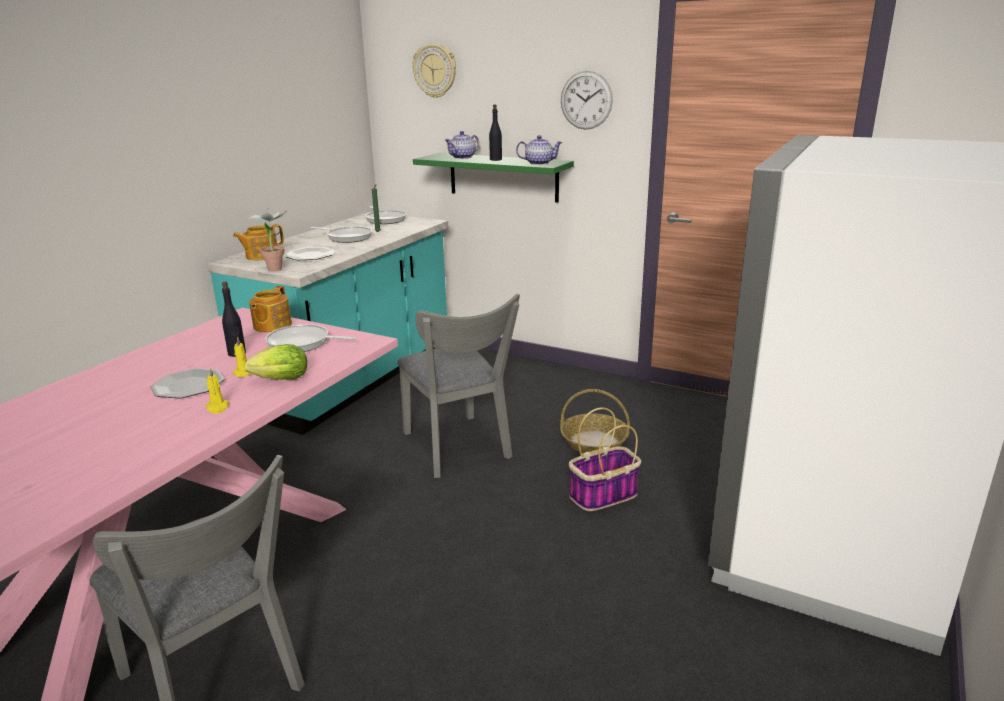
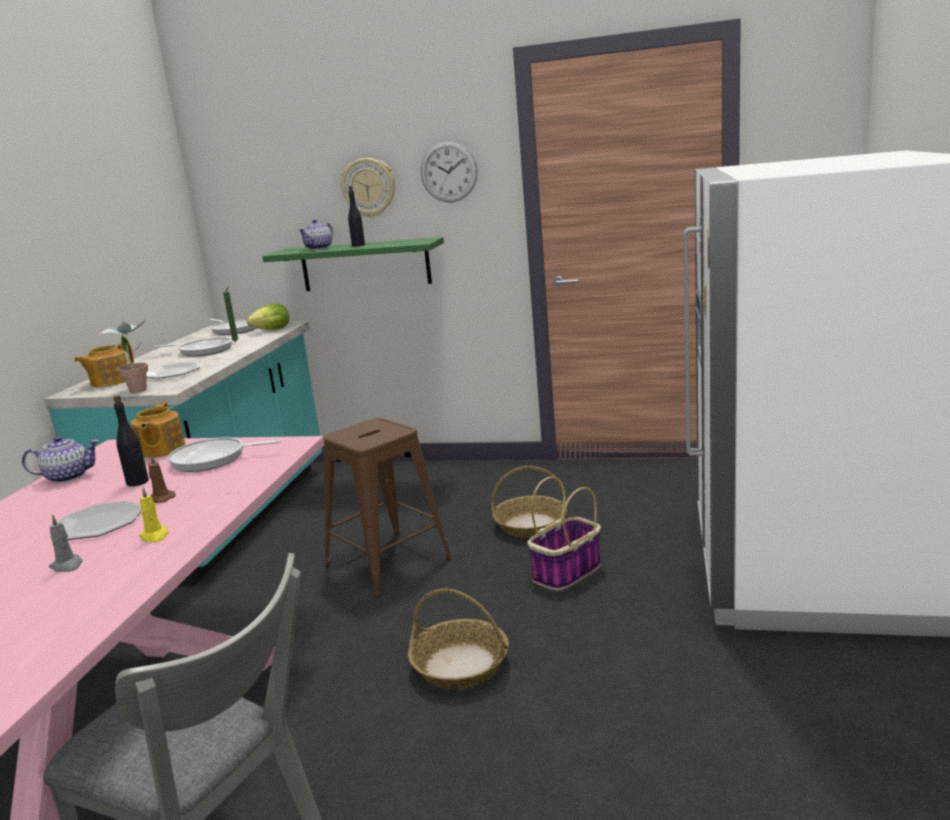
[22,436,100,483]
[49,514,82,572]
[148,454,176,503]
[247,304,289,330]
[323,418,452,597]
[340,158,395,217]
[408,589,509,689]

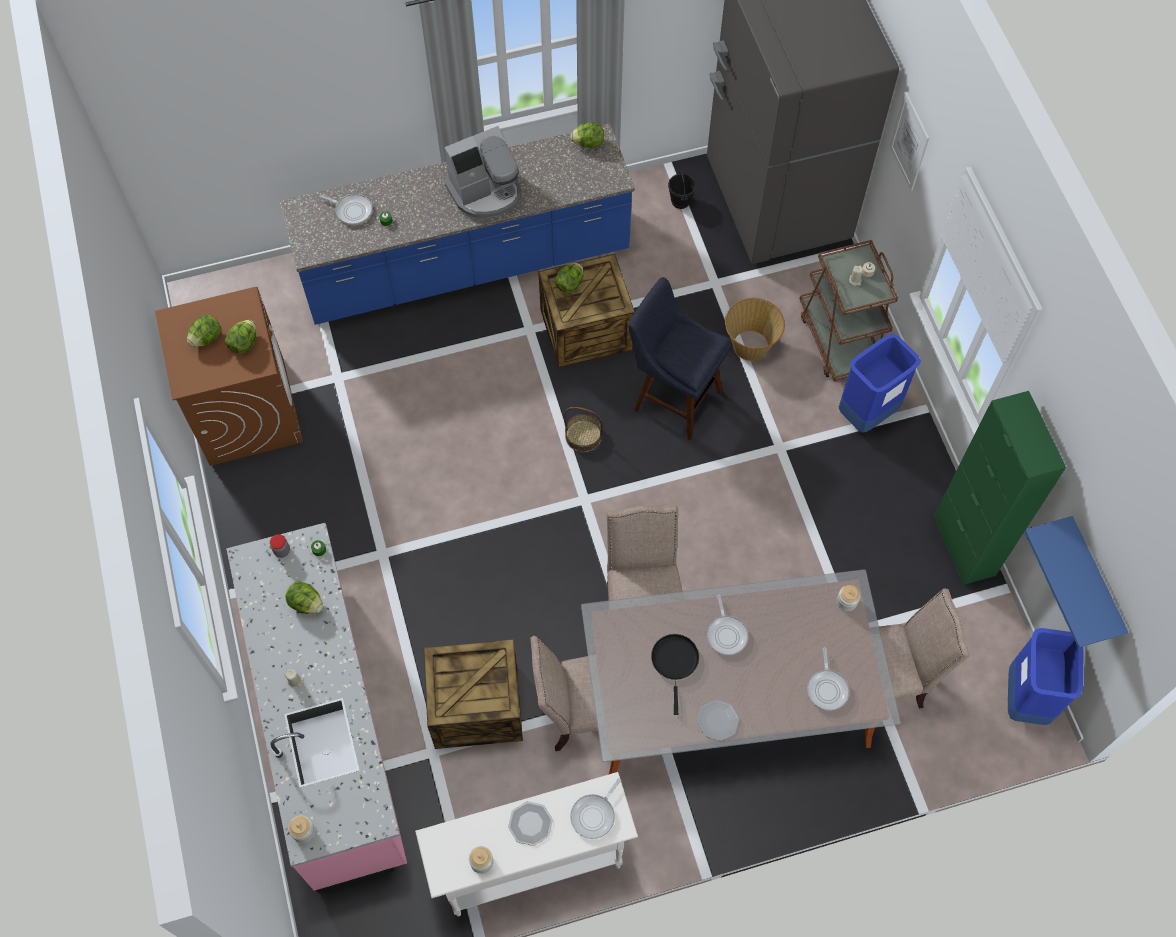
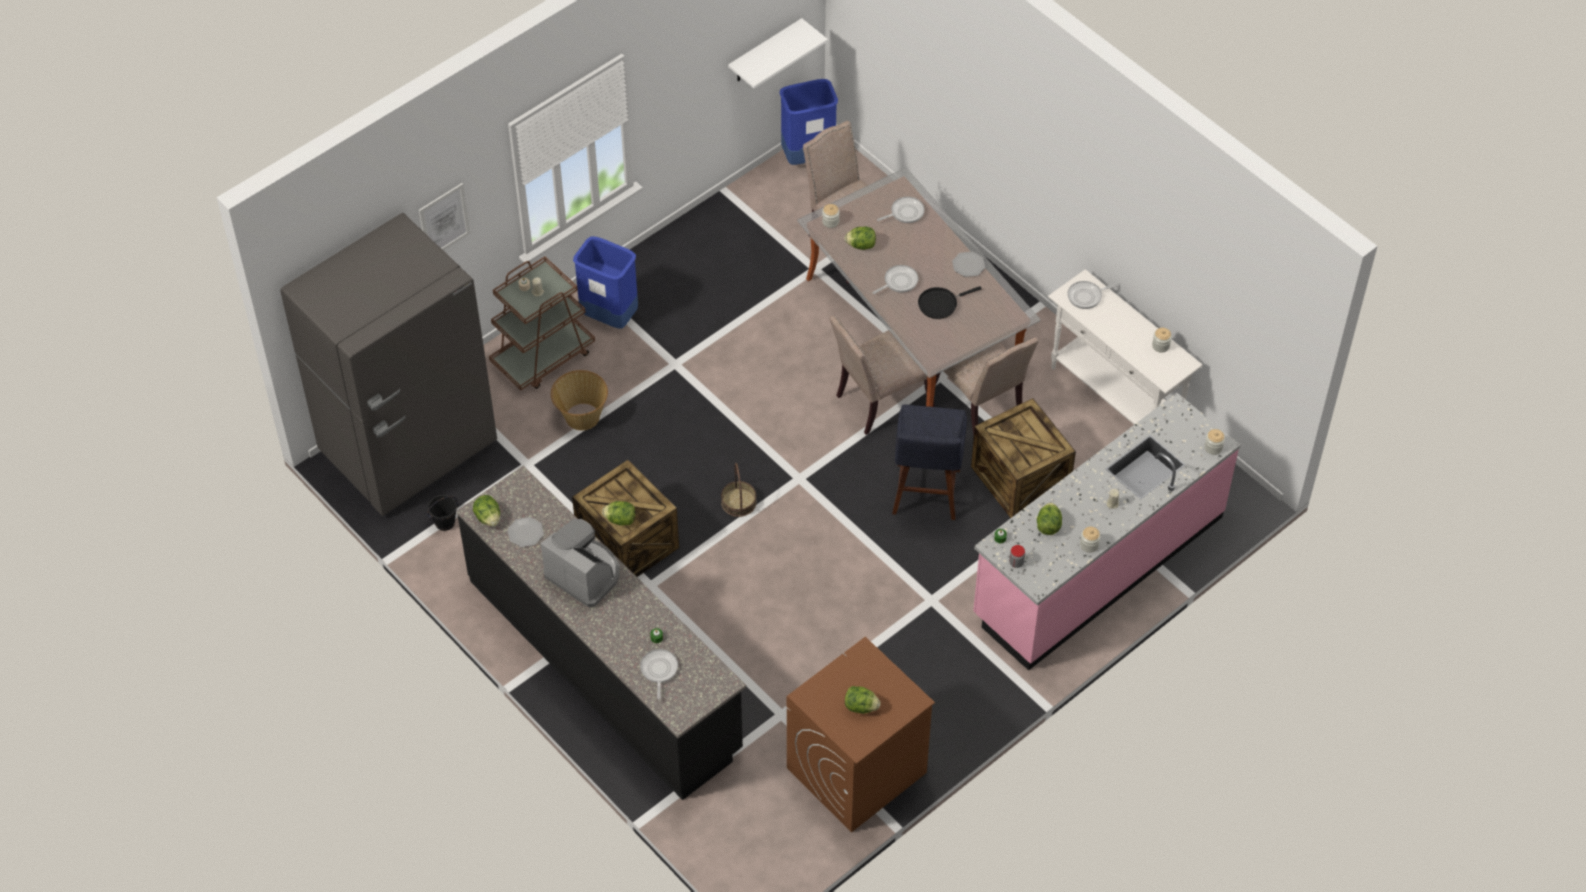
[456,465,746,800]
[508,517,544,547]
[728,18,828,88]
[844,226,876,250]
[892,405,967,520]
[1067,281,1118,309]
[1080,527,1101,553]
[933,391,1066,585] (first image)

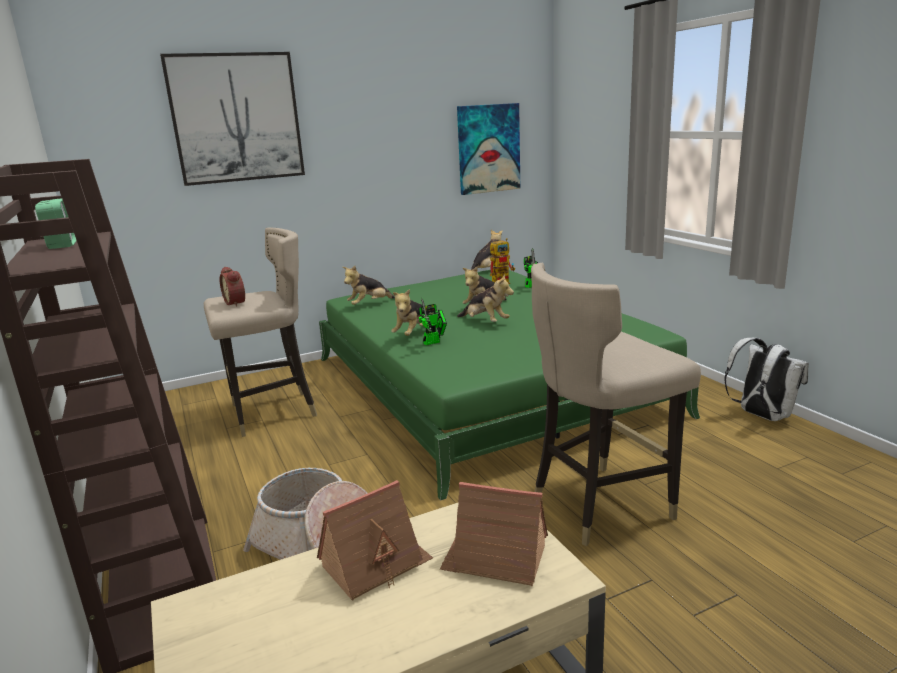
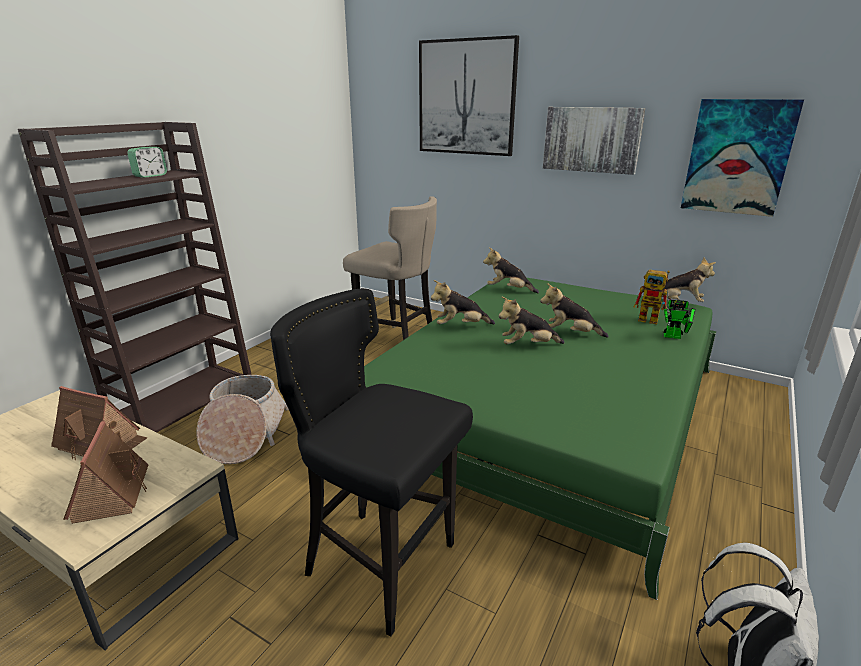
[270,288,473,637]
[499,297,565,344]
[543,107,645,175]
[219,267,245,307] (first image)
[419,297,447,345] (first image)

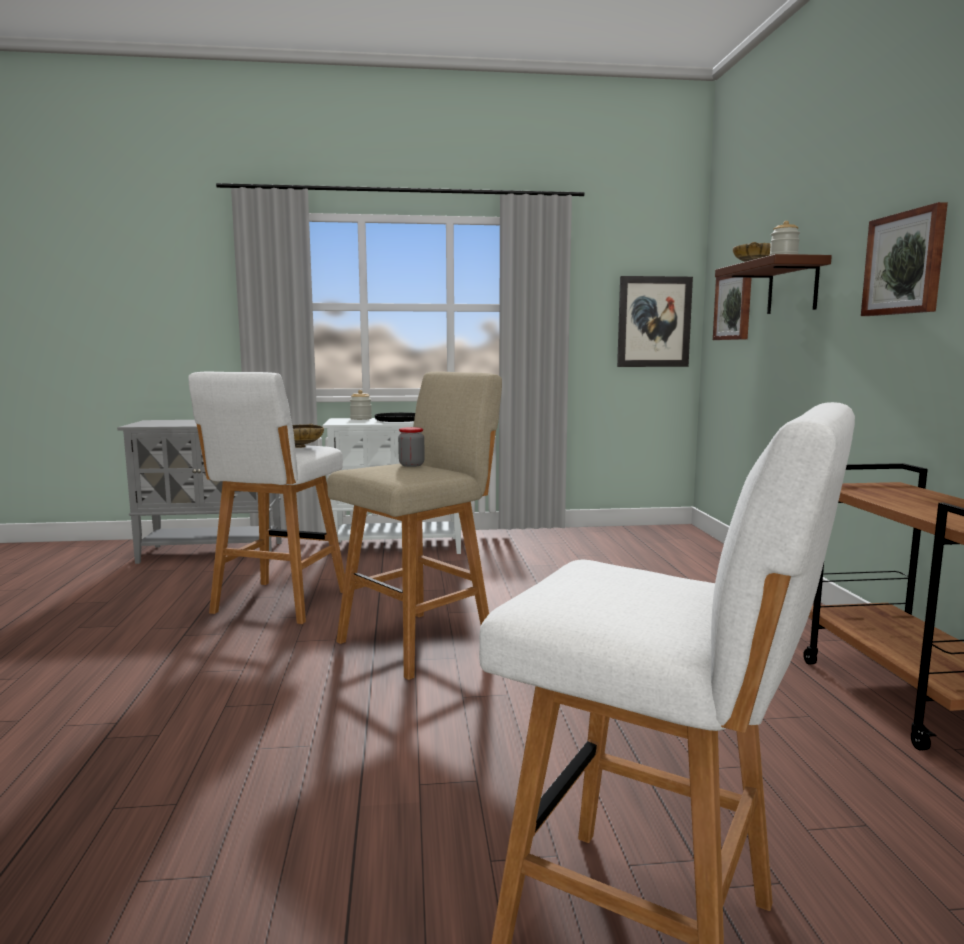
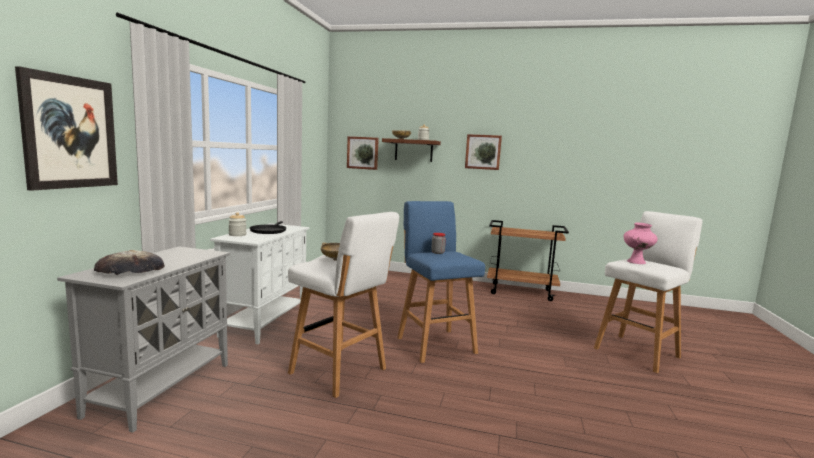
[15,66,118,191]
[94,250,164,275]
[397,201,485,363]
[624,223,658,264]

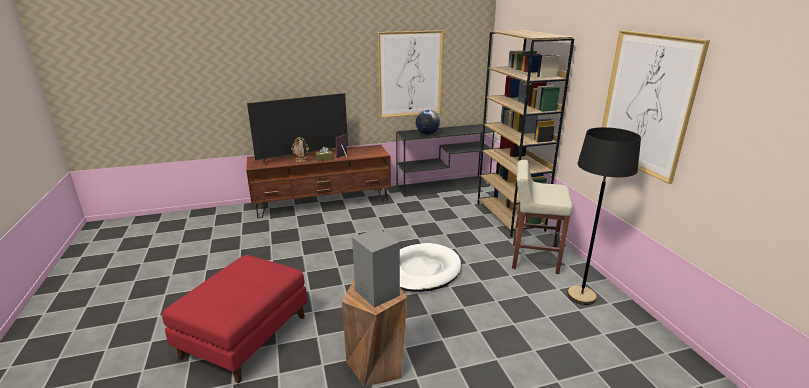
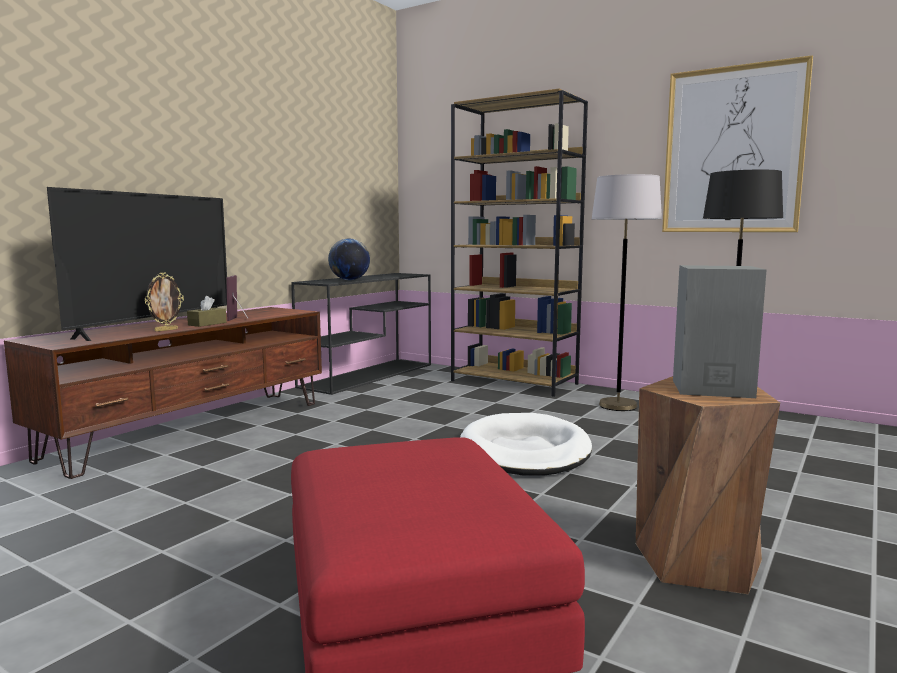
[592,174,662,411]
[378,30,443,118] (first image)

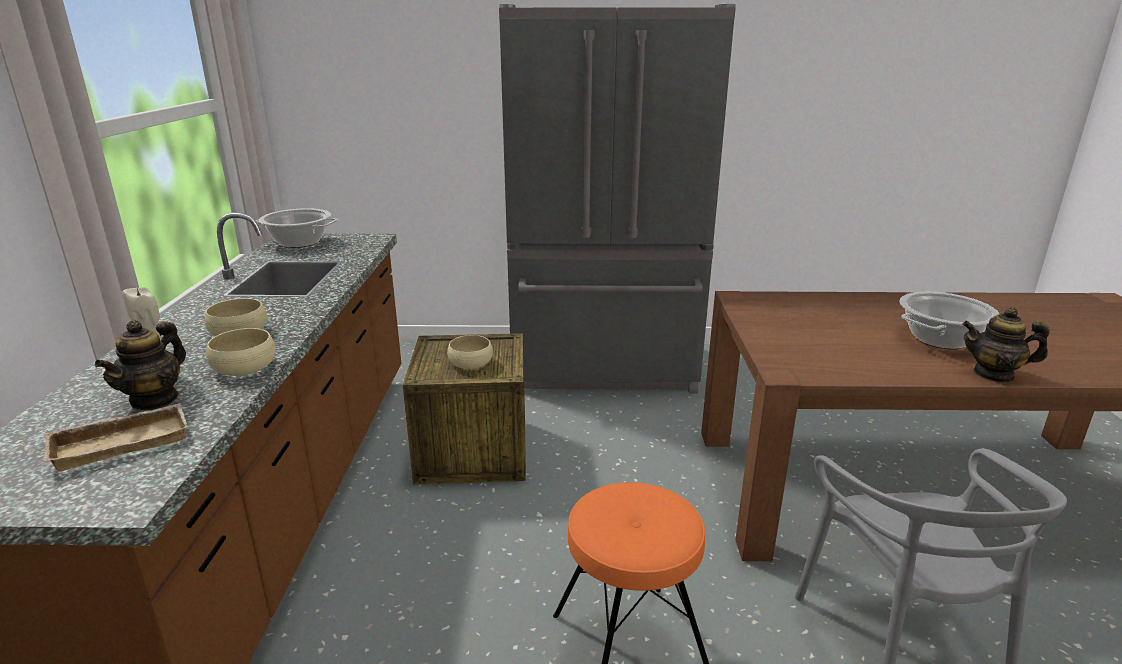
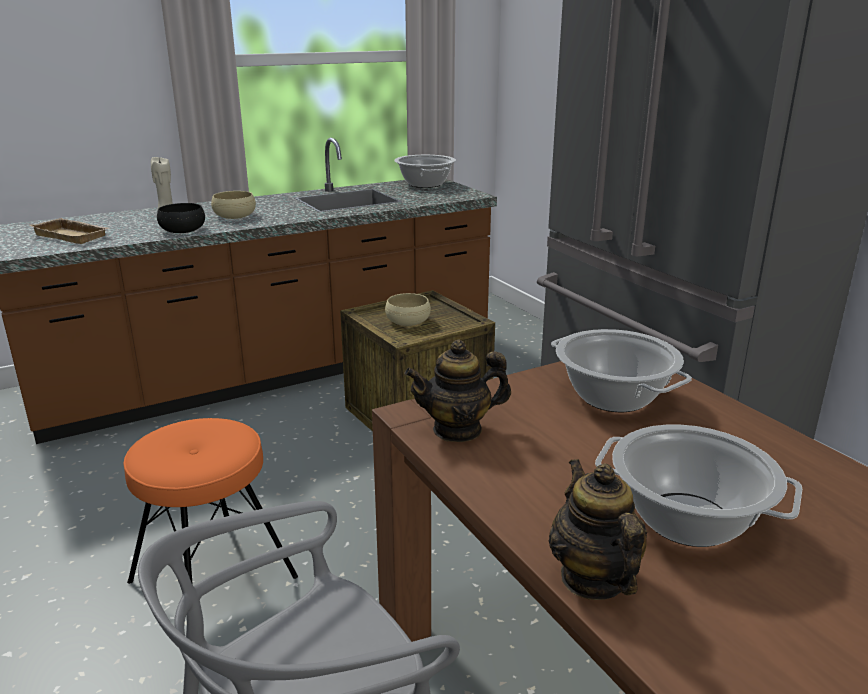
[157,203,205,233]
[404,340,511,442]
[551,329,692,412]

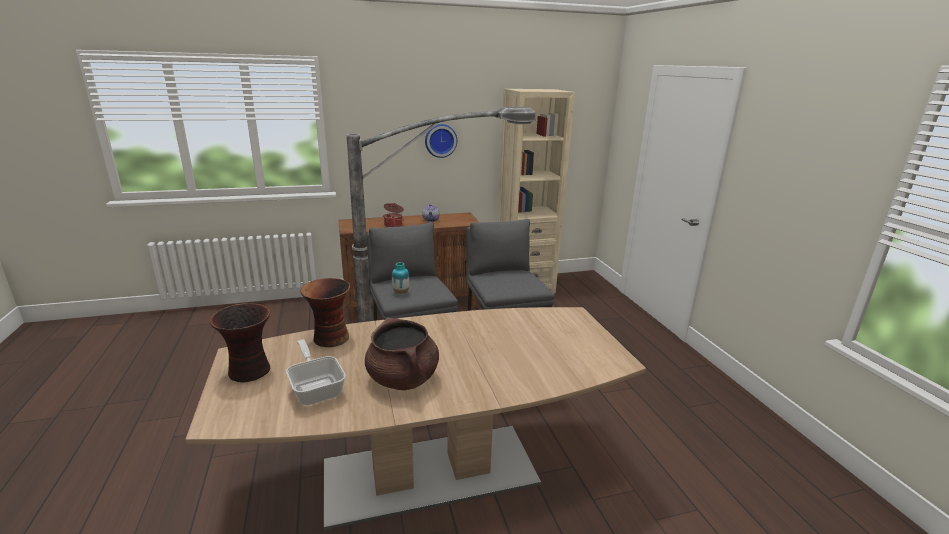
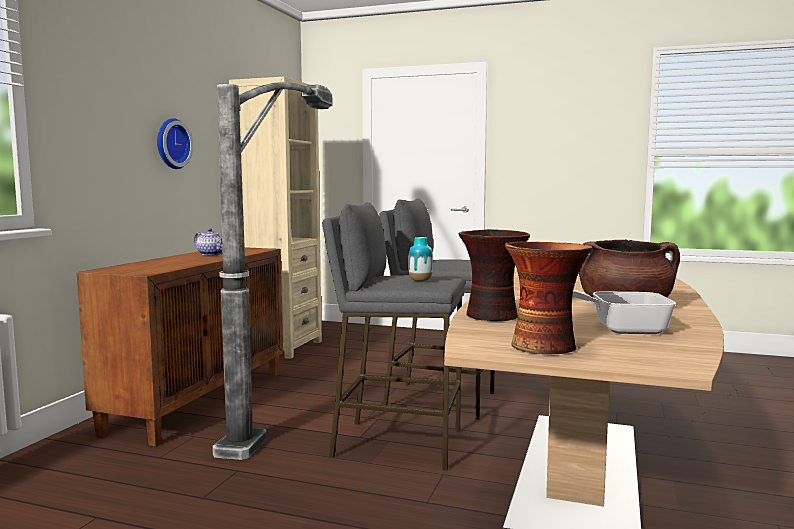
[383,203,404,227] (first image)

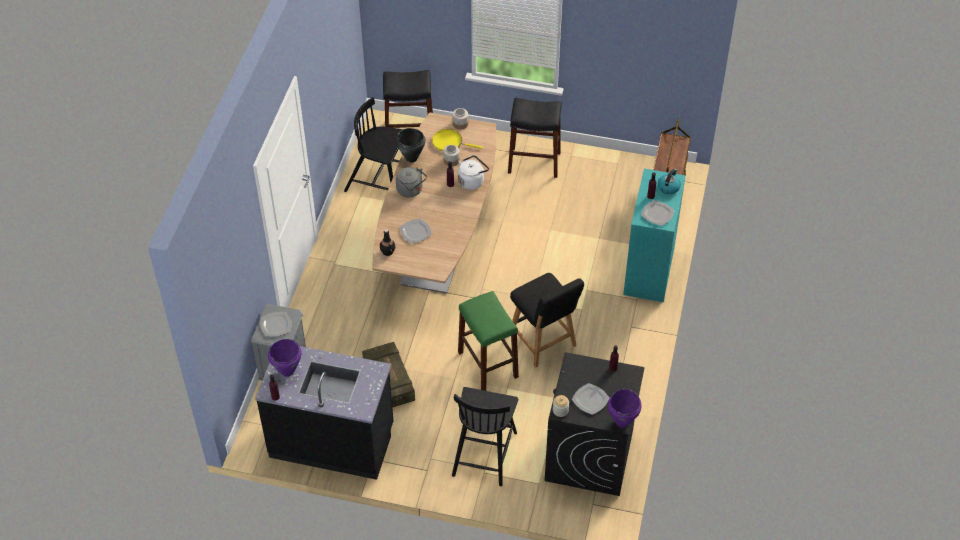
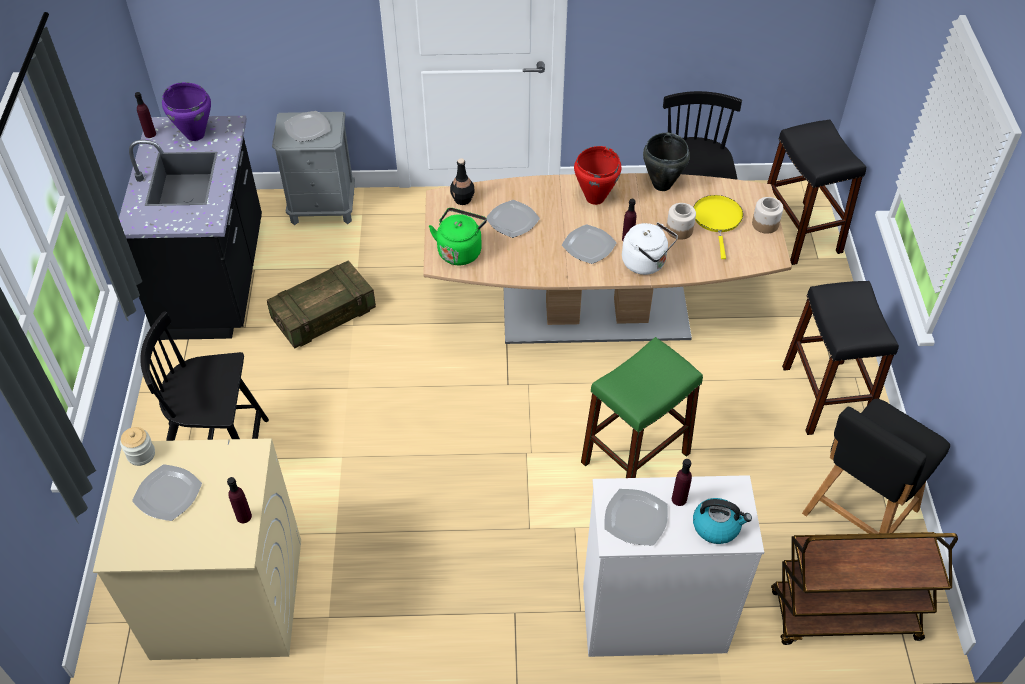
[93,438,301,660]
[429,208,487,265]
[562,224,617,264]
[574,146,621,205]
[581,337,703,478]
[583,475,764,657]
[802,399,950,534]
[608,389,641,428] (first image)

